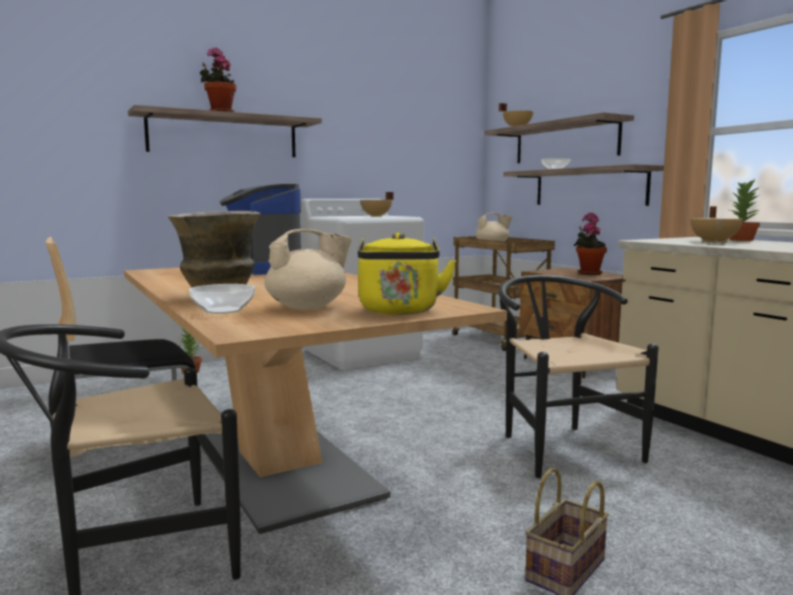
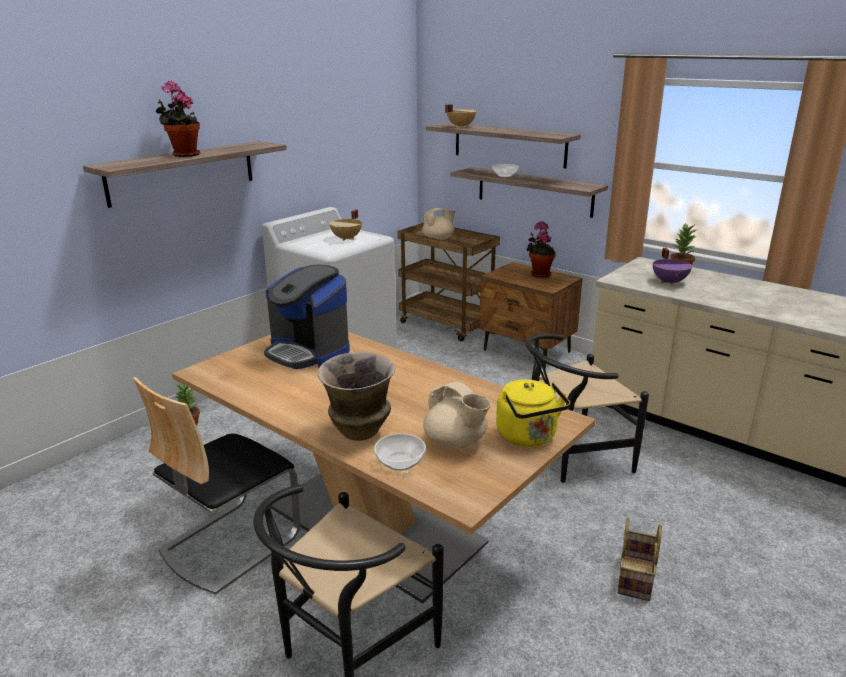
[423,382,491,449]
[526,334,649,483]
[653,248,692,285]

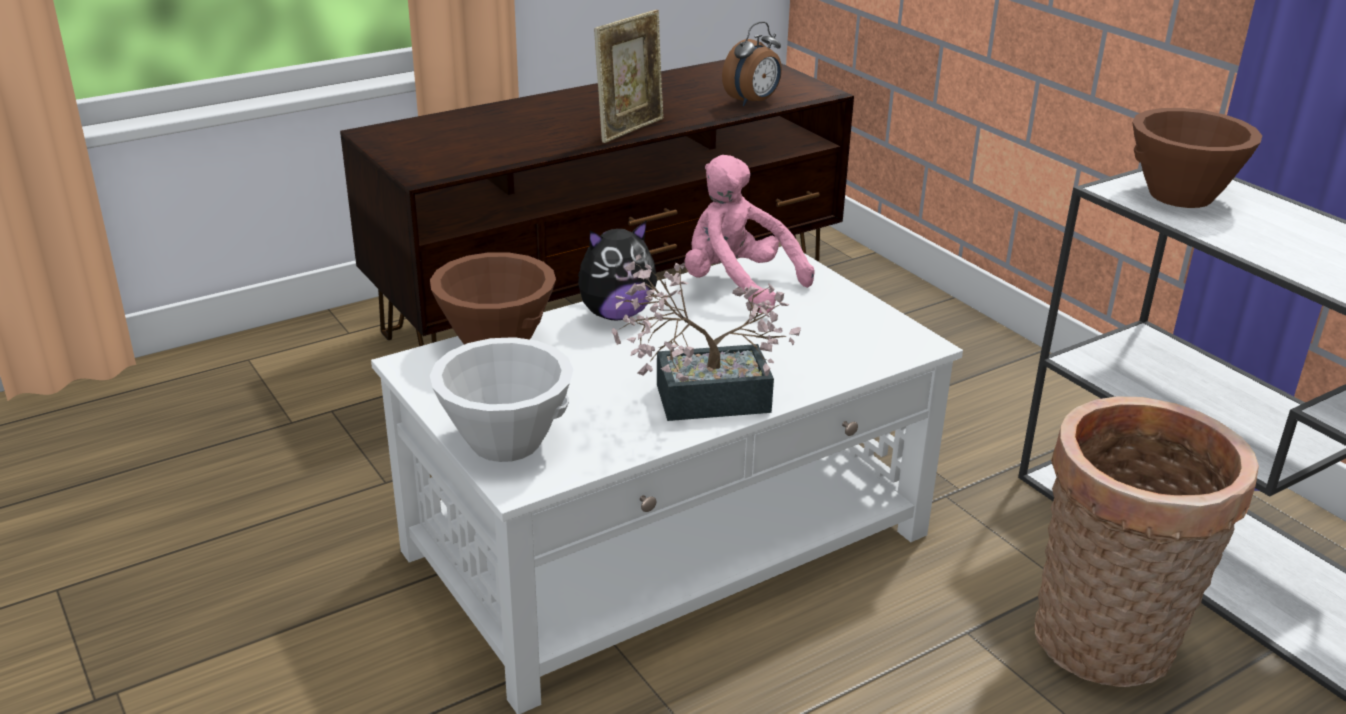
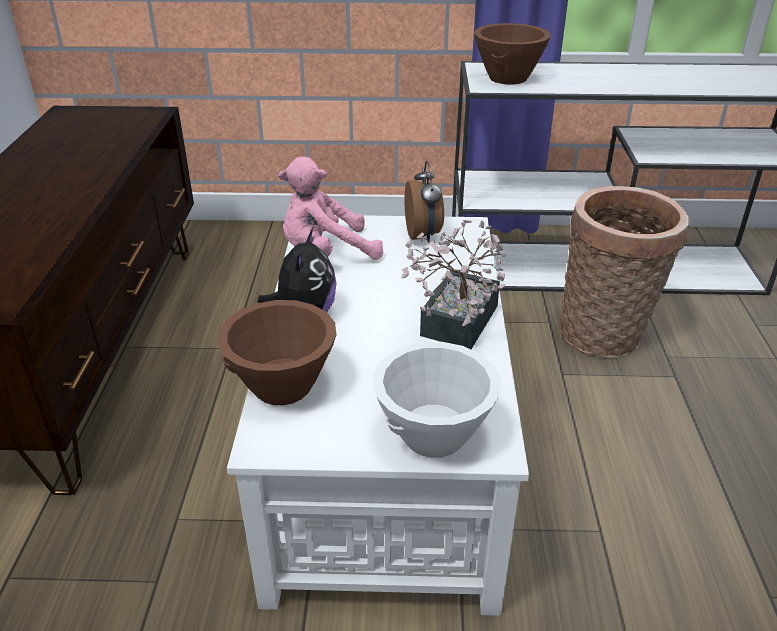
[405,161,444,243]
[594,10,664,143] (first image)

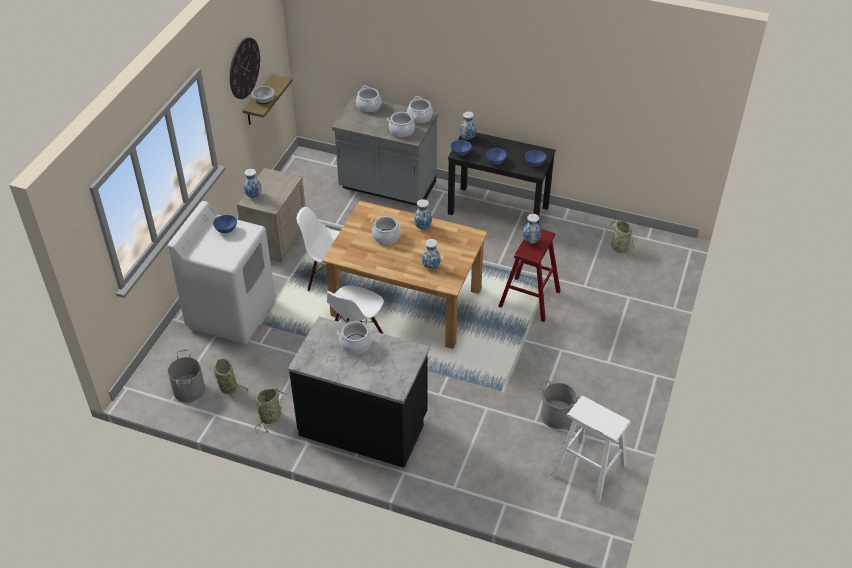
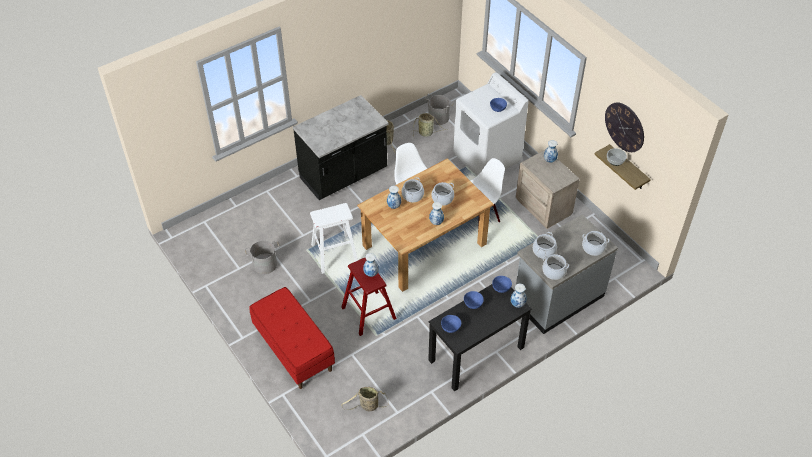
[249,287,335,389]
[310,203,358,274]
[402,177,424,202]

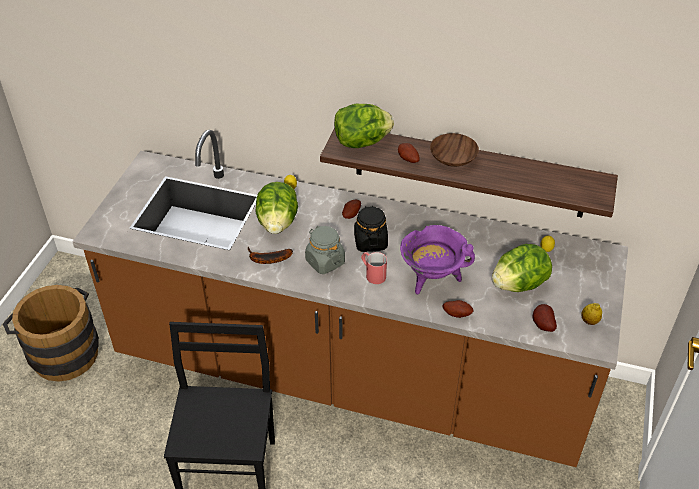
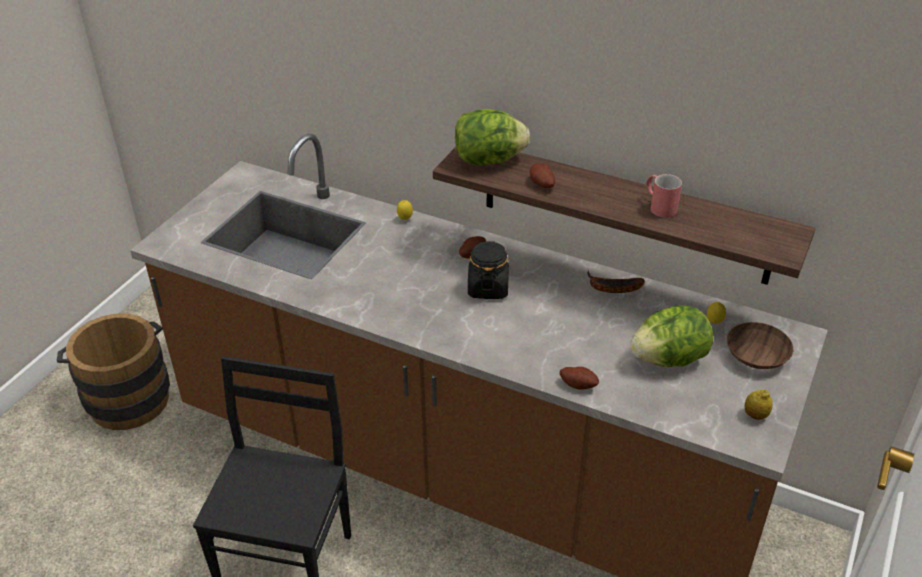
[587,271,645,293]
[646,174,682,218]
[727,322,793,369]
[255,182,298,234] (first image)
[305,226,345,274] (first image)
[400,225,475,295] (first image)
[532,304,557,332] (first image)

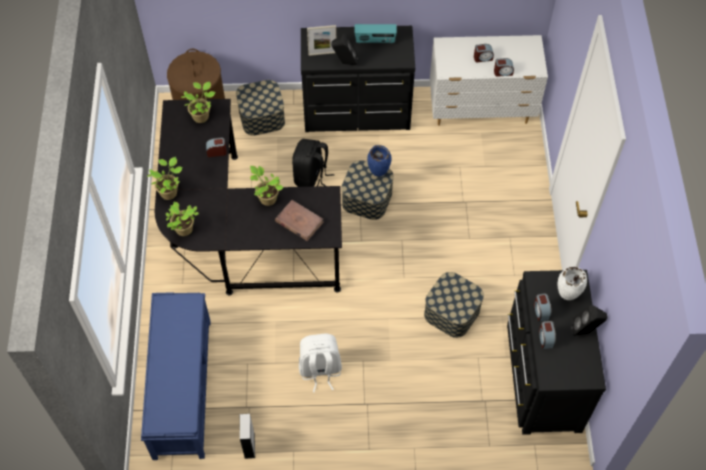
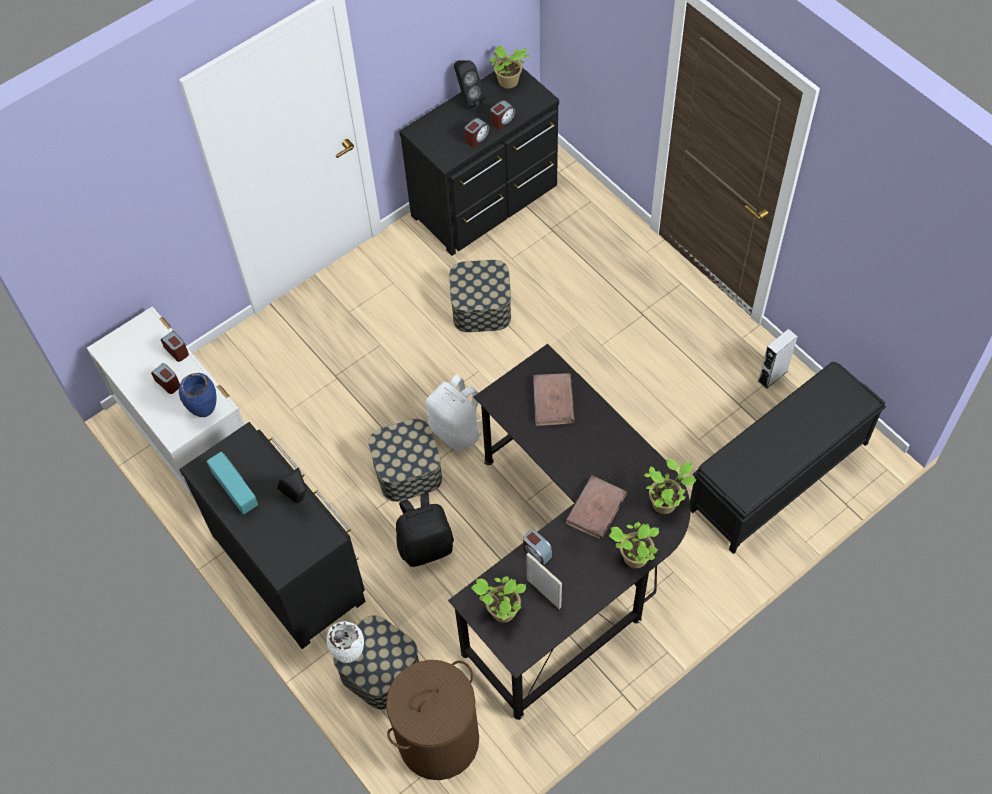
[179,373,217,417]
[327,621,364,663]
[426,375,482,451]
[490,45,529,89]
[526,552,562,609]
[565,475,627,540]
[690,362,886,554]

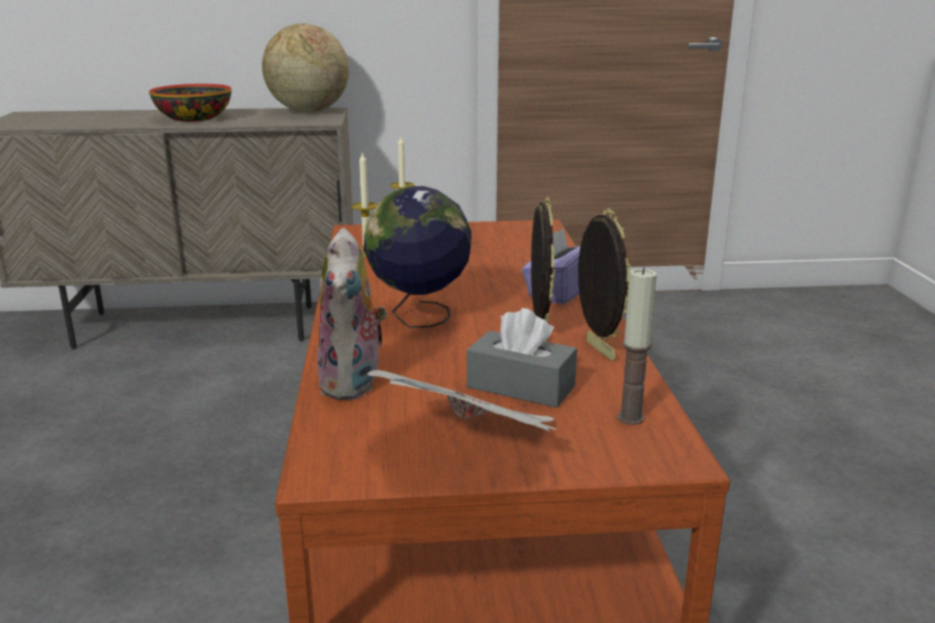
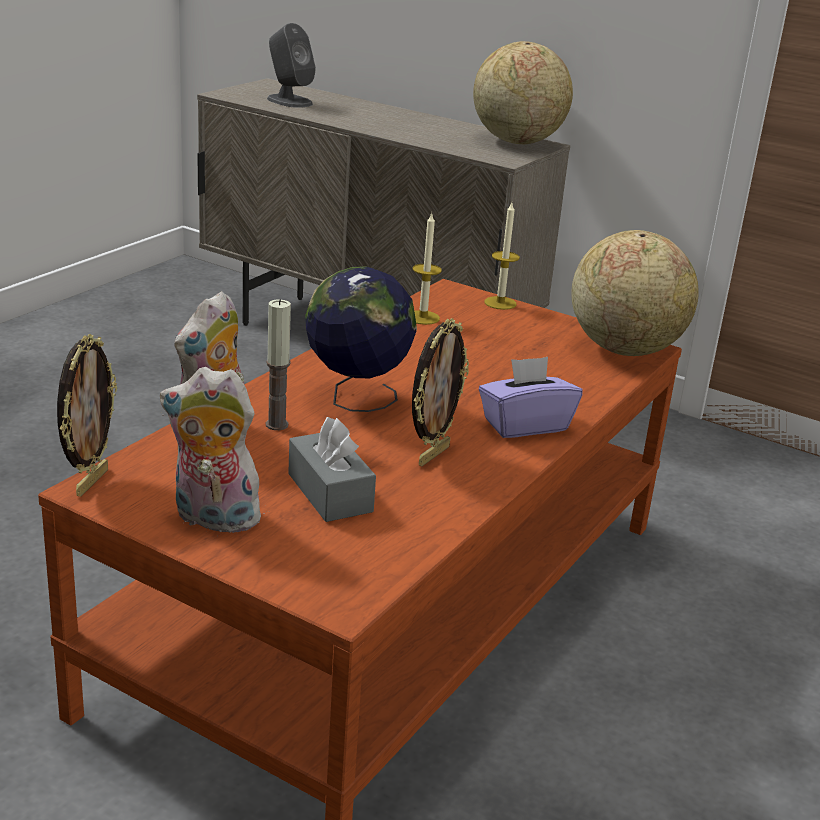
[57,334,117,497]
[160,367,265,533]
[266,299,291,430]
[267,23,316,108]
[571,230,699,356]
[149,84,232,122] (first image)

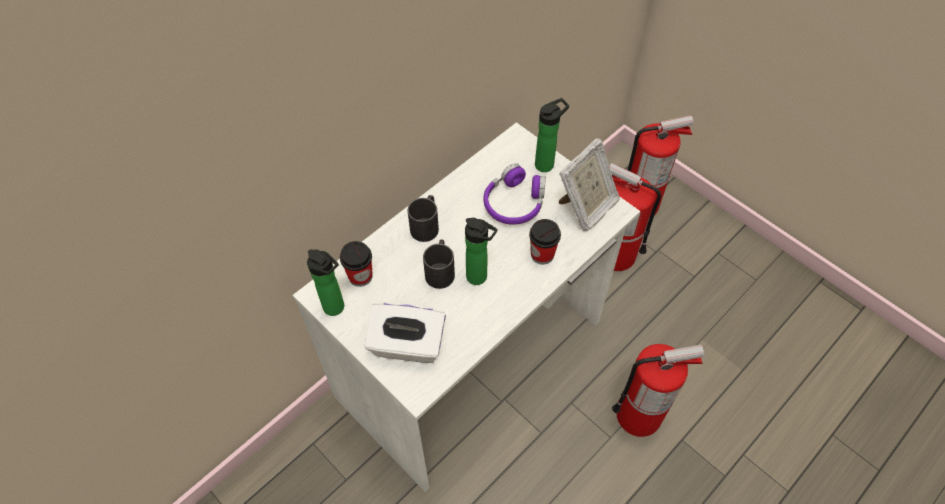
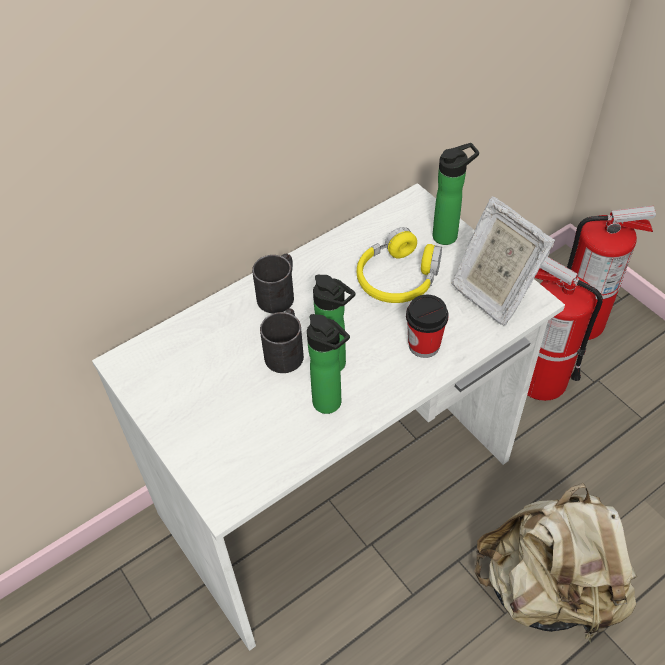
[307,314,350,414]
[357,227,442,303]
[451,196,555,326]
[474,483,637,644]
[340,241,372,287] (first image)
[365,303,446,363] (first image)

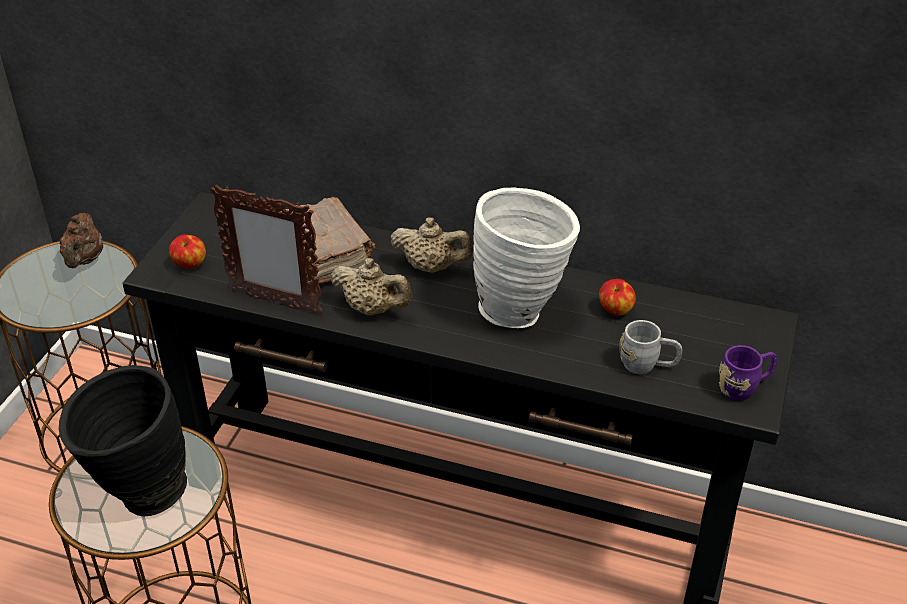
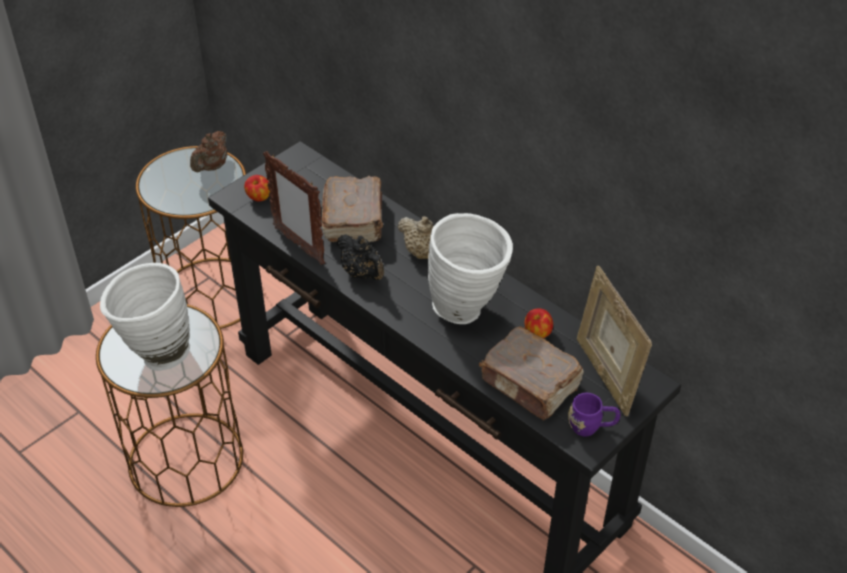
[100,263,190,371]
[337,234,384,280]
[479,326,584,420]
[577,265,652,416]

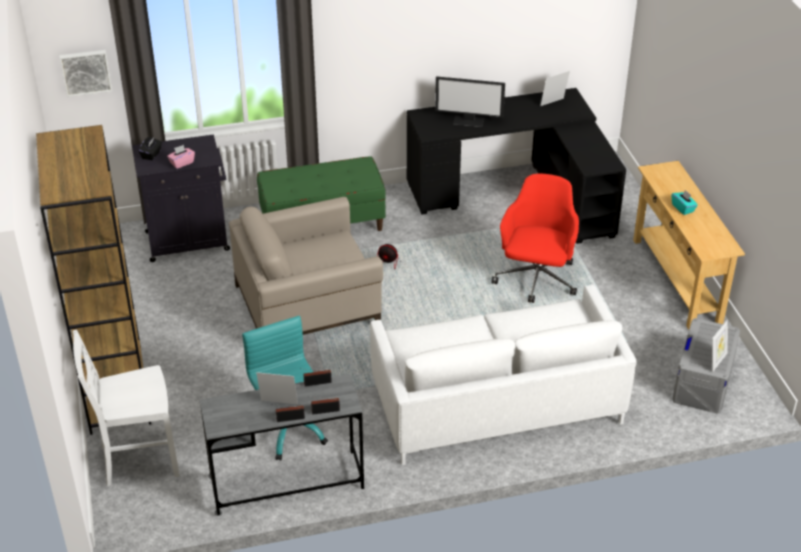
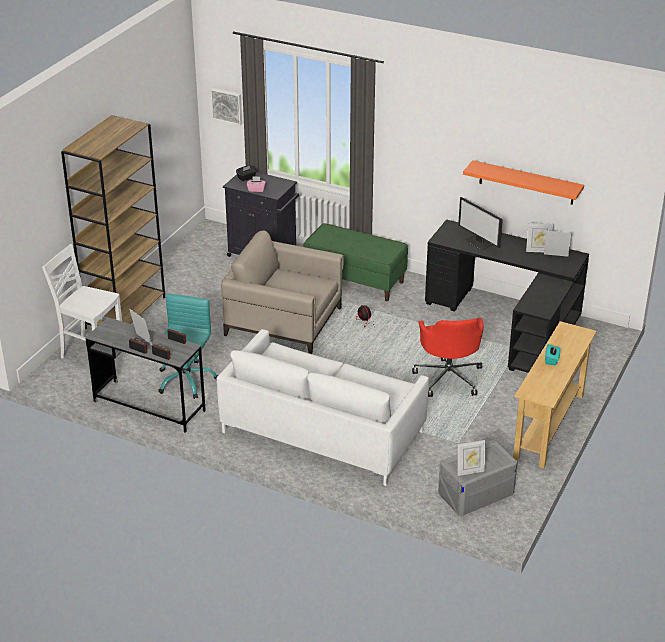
[412,318,484,397]
[463,160,584,205]
[526,223,553,252]

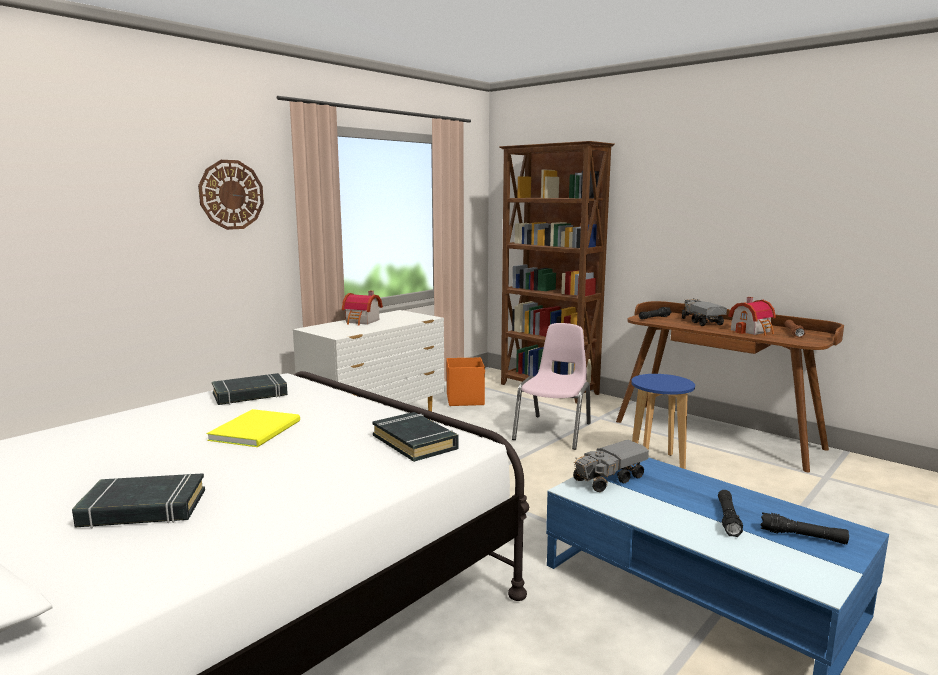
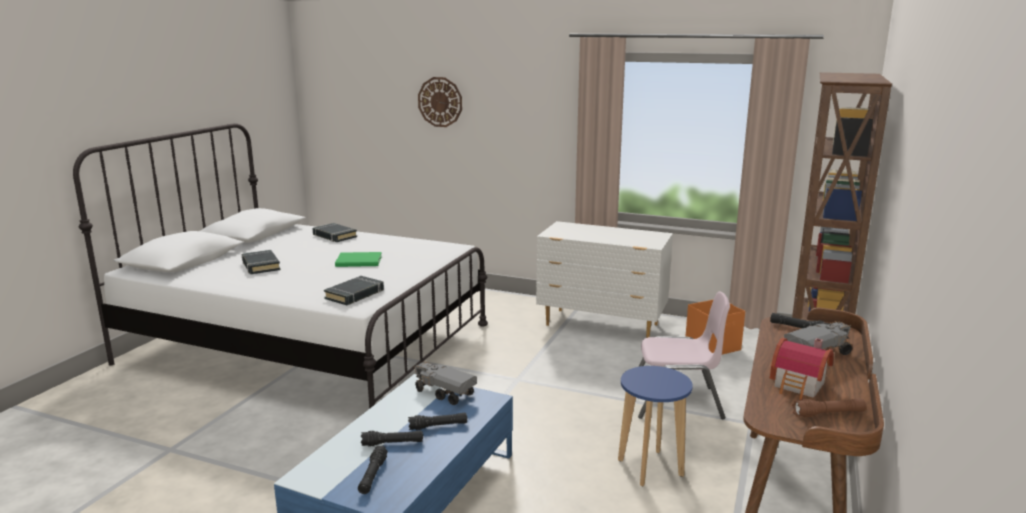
[312,223,357,242]
[335,252,382,267]
[408,412,467,430]
[418,77,462,127]
[342,291,383,326] (first image)

